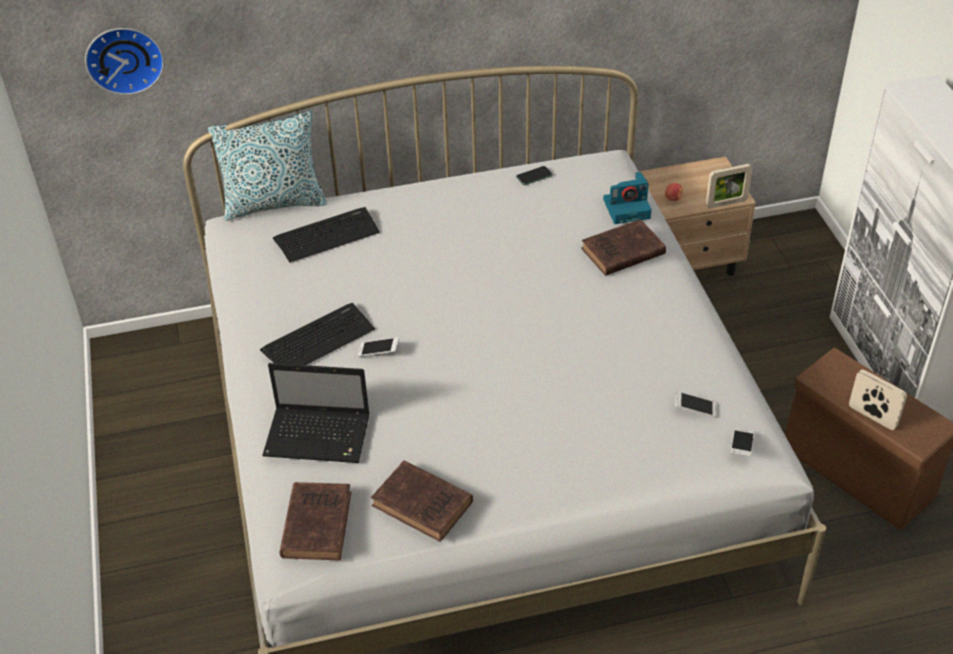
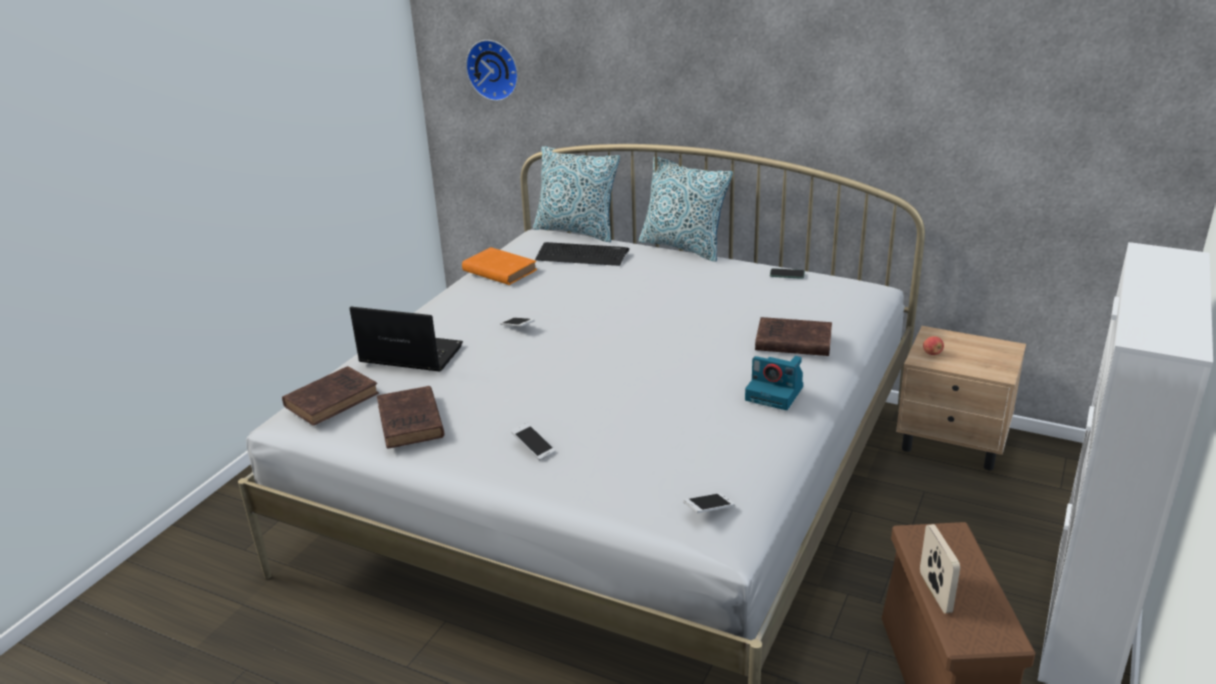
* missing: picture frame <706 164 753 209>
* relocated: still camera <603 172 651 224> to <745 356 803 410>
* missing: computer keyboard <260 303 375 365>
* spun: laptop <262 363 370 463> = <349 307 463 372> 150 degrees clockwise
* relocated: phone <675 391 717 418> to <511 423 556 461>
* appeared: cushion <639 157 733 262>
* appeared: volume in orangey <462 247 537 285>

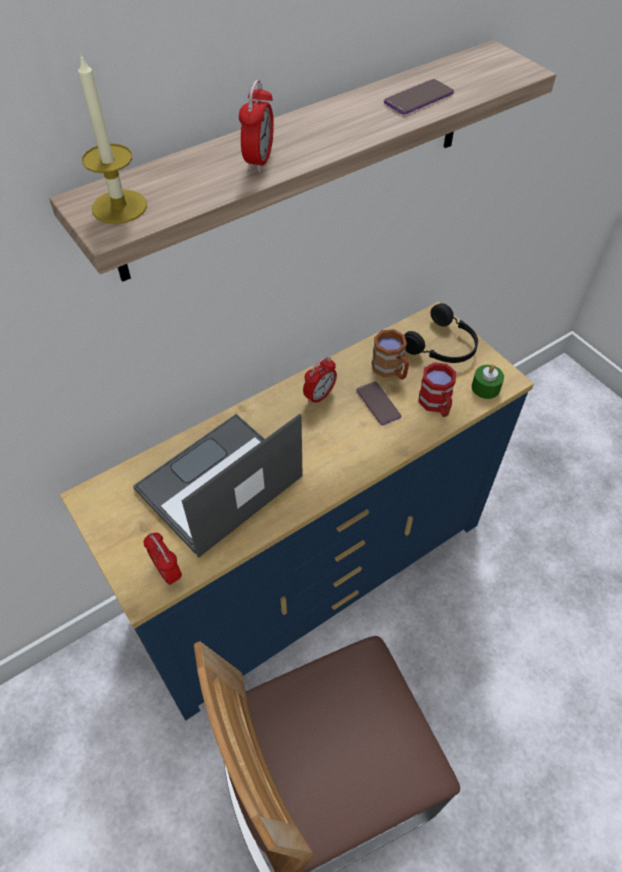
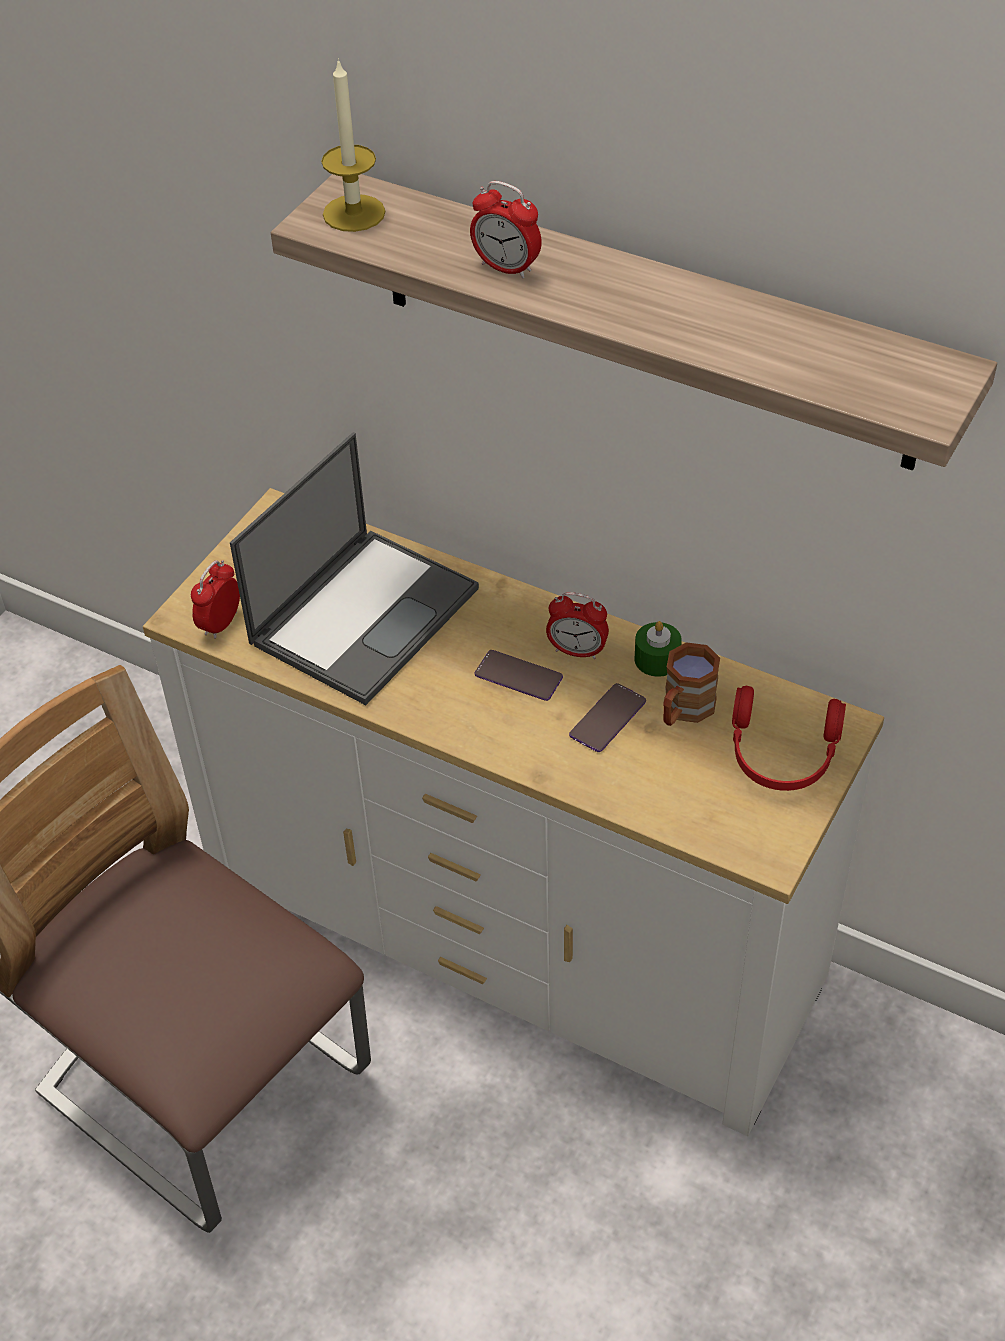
* relocated: phone <384 79 454 115> to <475 650 563 701>
* spun: table clock <239 80 274 172> = <470 181 542 278> 45 degrees clockwise
* colour: chest of drawers in blue-coloured <60 302 534 721> to chest of drawers in white-coloured <143 488 884 1136>
* colour: headset in black <404 303 478 363> to headset in red-coloured <732 686 846 791>
* missing: mug in red-coloured <418 362 456 417>
* relocated: candle in green <472 364 504 399> to <635 621 682 677>
* spun: laptop <133 414 303 557> = <230 432 479 705> 105 degrees clockwise

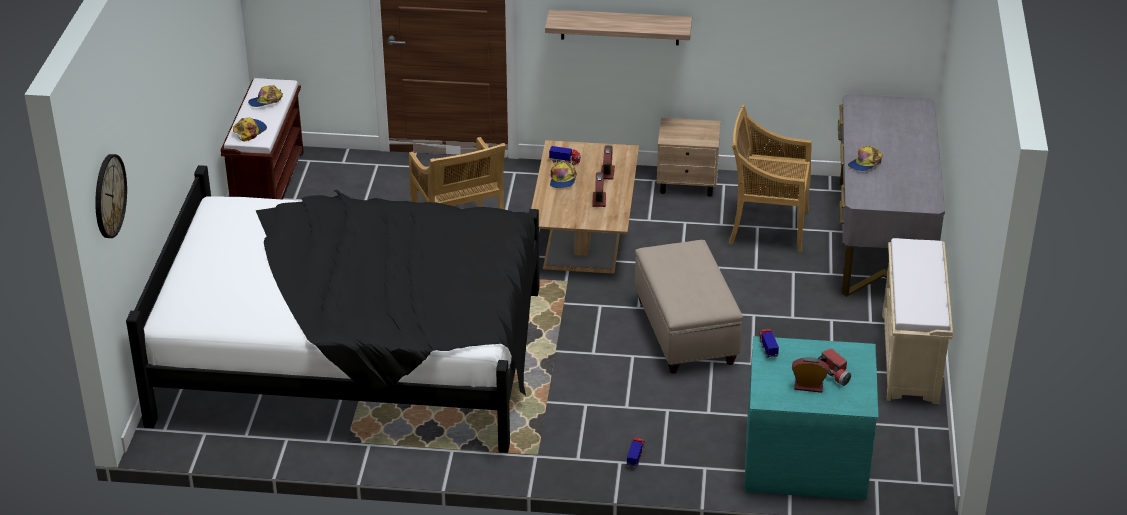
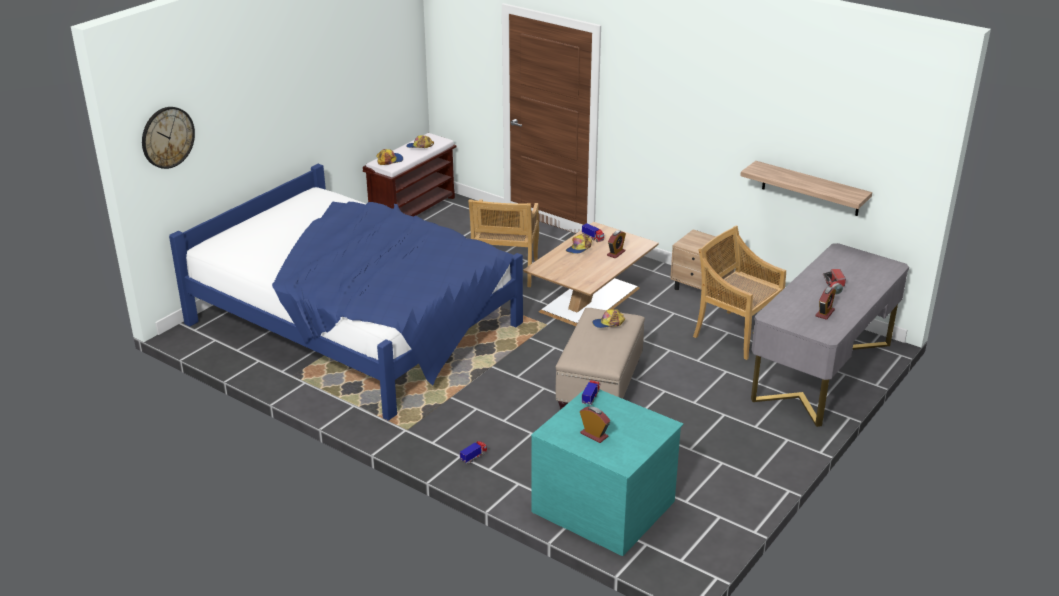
* relocated: shelf <545 9 692 45> to <740 161 872 216>
* relocated: peaked cap <848 146 883 171> to <592 309 625 328>
* colour: bedroom bed in black <126 165 539 453> to bedroom bed in blue-coloured <169 164 523 421>
* relocated: table clock <592 172 606 207> to <816 287 836 320>
* missing: long seat in beige-coloured <882 238 953 404>
* relocated: torch <818 349 851 386> to <823 269 846 295>

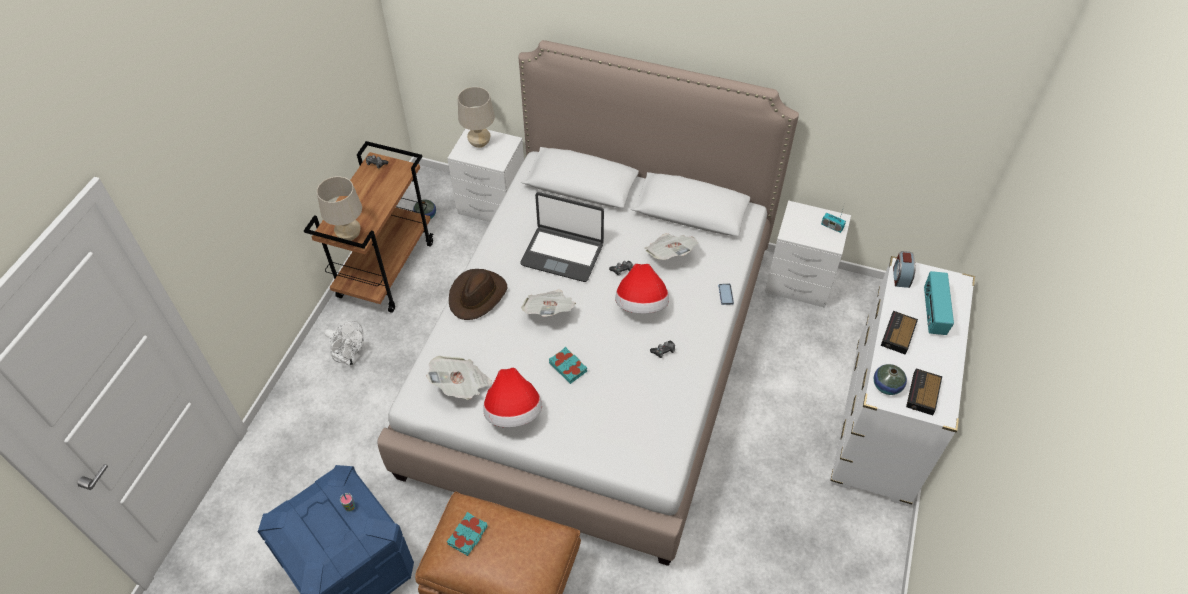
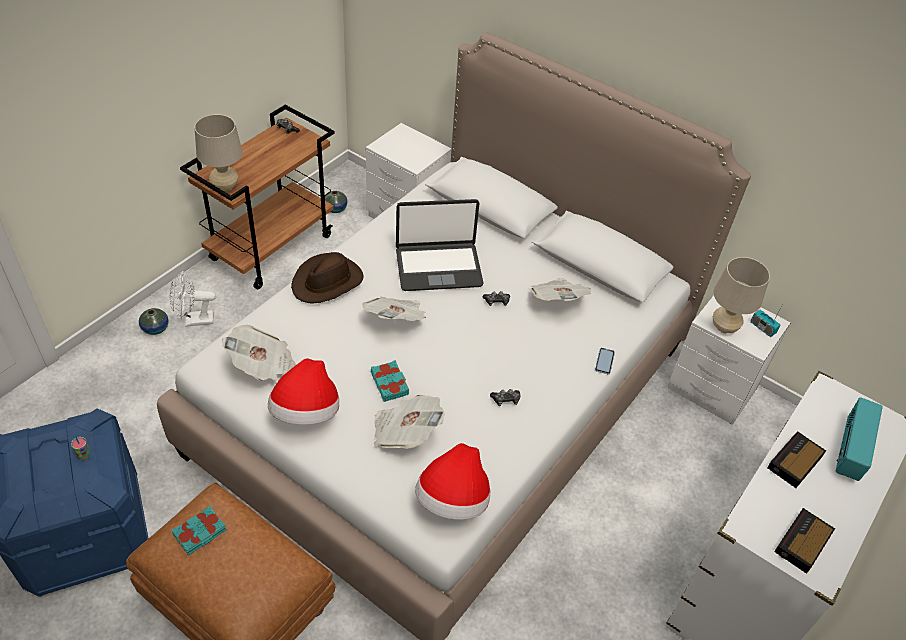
* relocated: lamp for a table in beige-coloured <458 87 495 148> to <713 257 770 333>
* spun: laptop <521 192 604 282> = <396 199 483 291> 45 degrees counterclockwise
* missing: table clock <893 251 915 288>
* relocated: hat <615 264 669 314> to <415 443 490 520>
* spun: cooling fan in white-coloured <325 320 364 367> = <170 271 216 327> 120 degrees clockwise
* relocated: vase <874 364 907 395> to <139 308 168 335>
* appeared: daily paper <374 395 445 449>

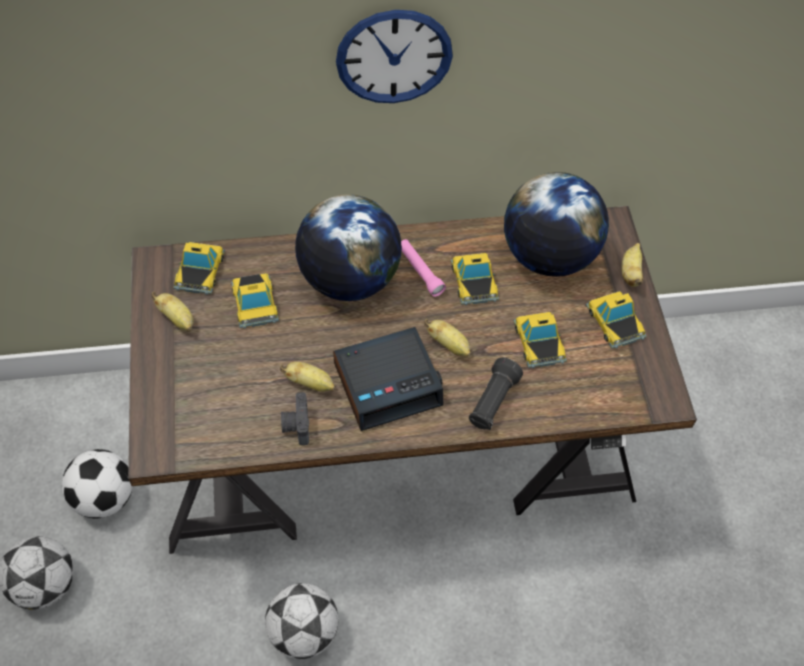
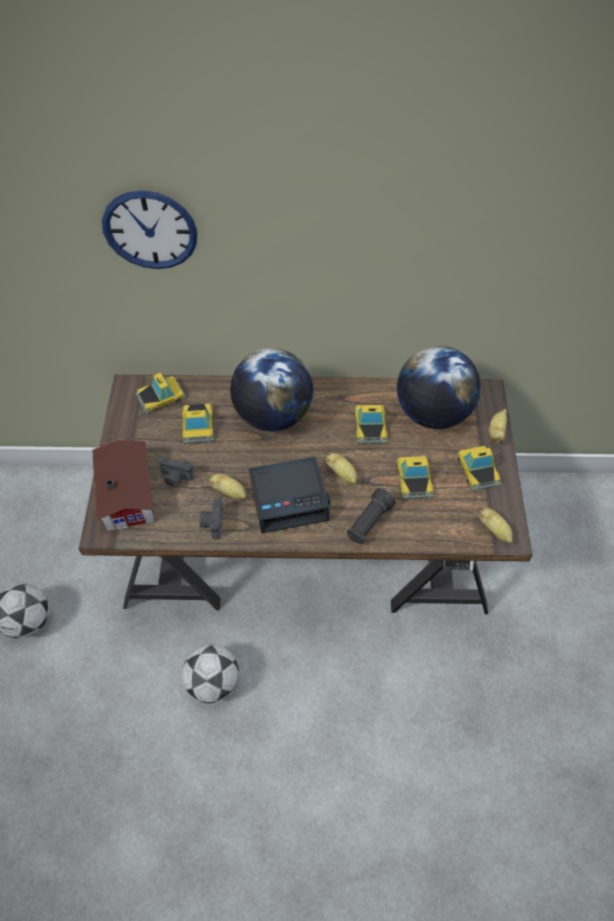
* relocated: hanging clock <336 10 453 103> to <102 190 197 269>
* missing: torch in pink <401 239 446 297>
* spun: toy car <173 242 225 295> = <136 373 186 414> 45 degrees clockwise
* relocated: banana fruit <151 291 194 331> to <477 506 513 544>
* missing: football <62 449 133 518>
* appeared: toy house <92 440 154 531>
* appeared: still camera <159 456 194 487>

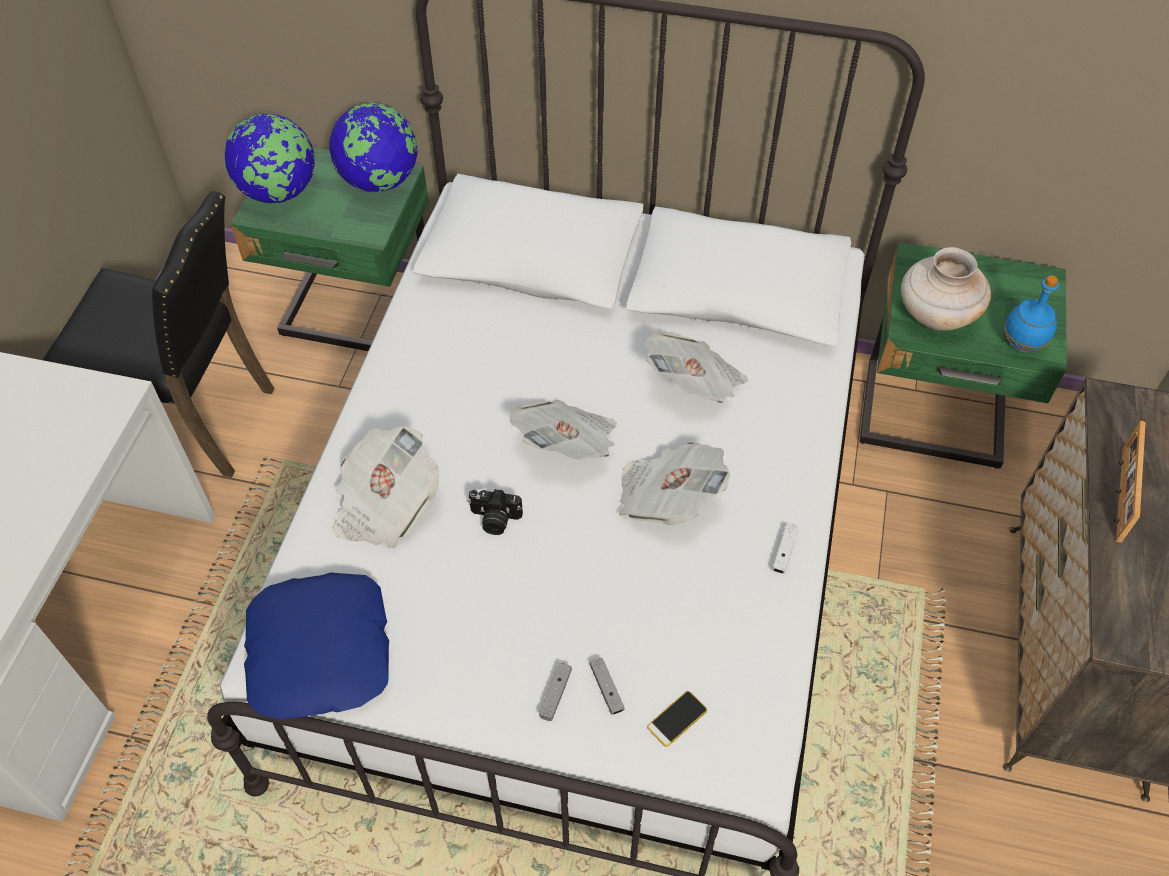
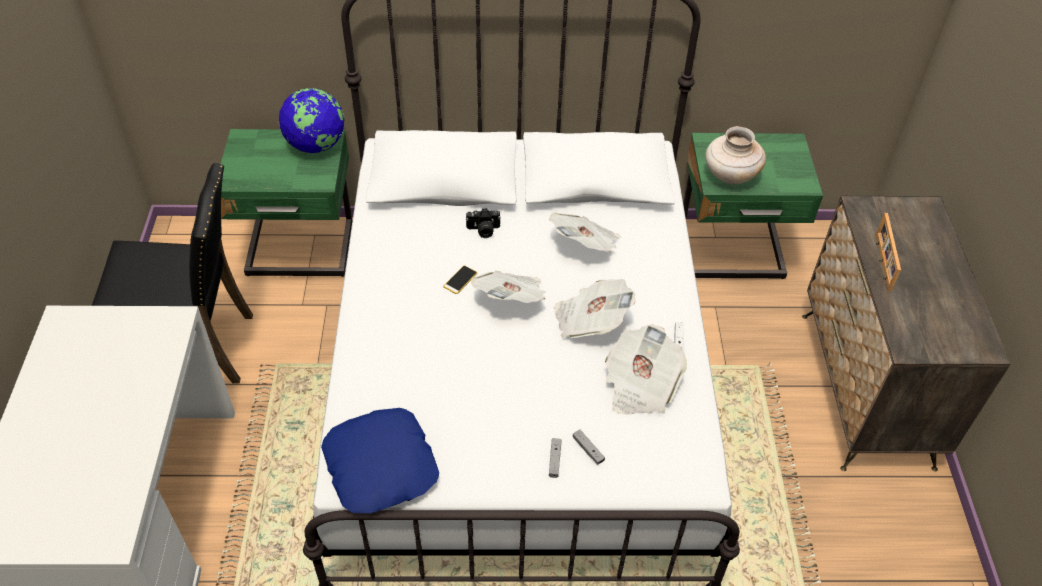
* missing: globe <224 114 315 203>
* missing: bottle in blue-coloured <1004 275 1059 352>
* relocated: daily paper <333 426 439 548> to <605 324 687 415>
* relocated: still camera <468 488 523 535> to <466 208 501 238>
* relocated: phone <647 691 707 747> to <444 266 477 294>

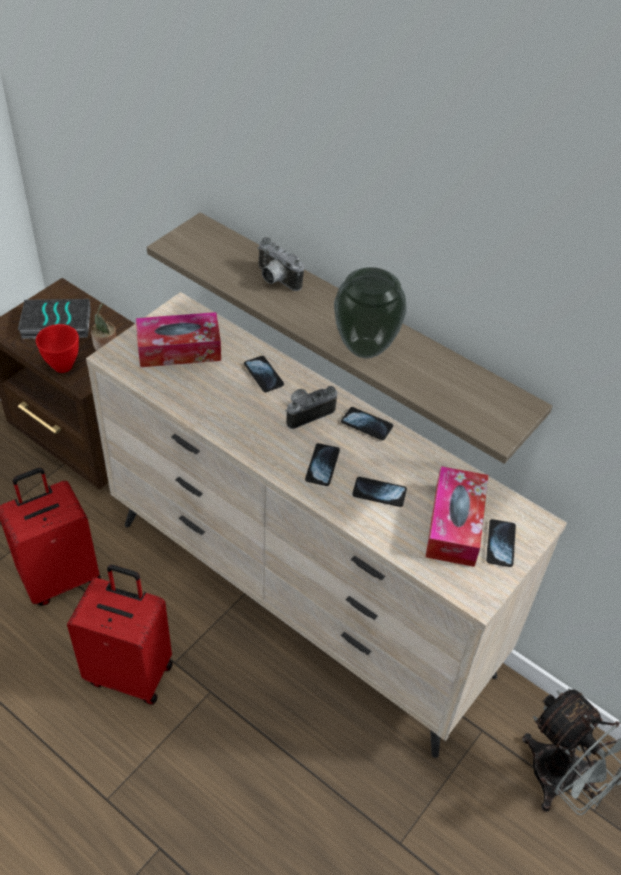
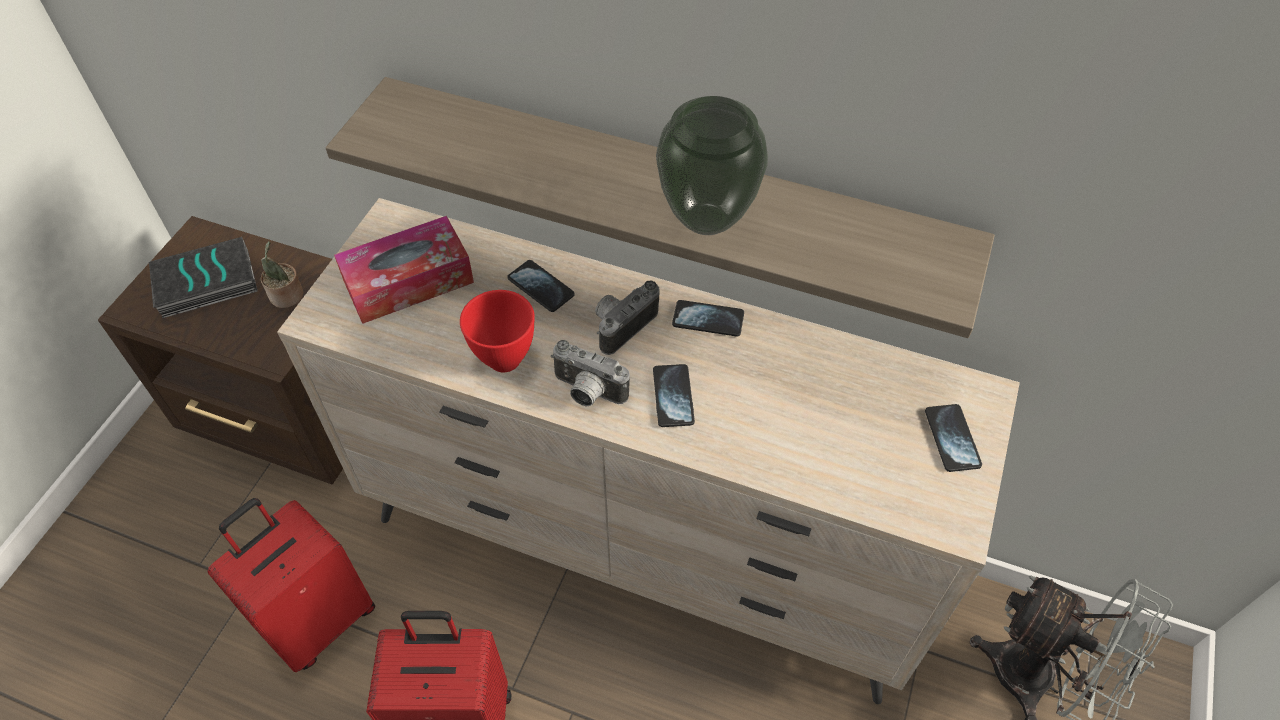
* relocated: still camera <257 237 304 291> to <551 340 630 407>
* relocated: bowl in red-coloured <36 324 79 373> to <460 290 535 372>
* missing: tissue box <426 466 488 567>
* missing: phone <352 477 407 507>

